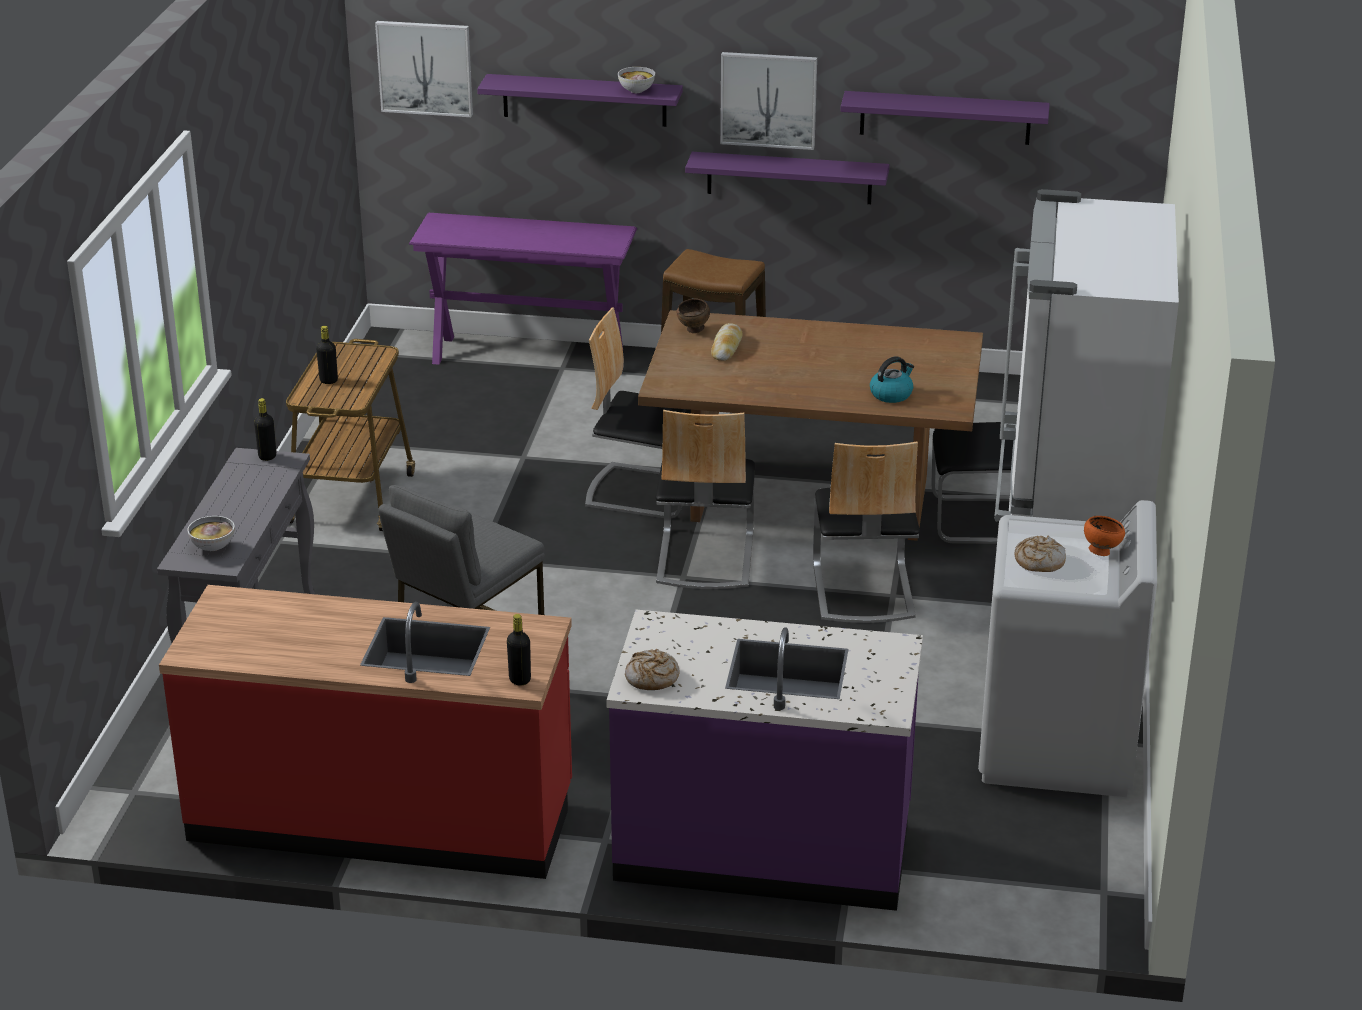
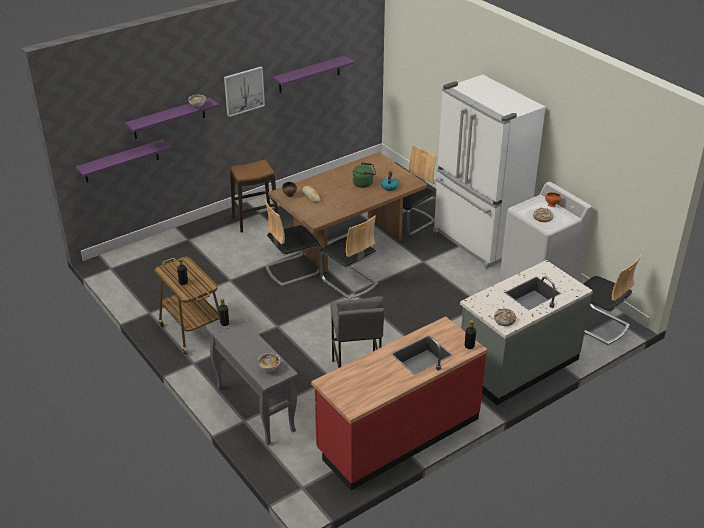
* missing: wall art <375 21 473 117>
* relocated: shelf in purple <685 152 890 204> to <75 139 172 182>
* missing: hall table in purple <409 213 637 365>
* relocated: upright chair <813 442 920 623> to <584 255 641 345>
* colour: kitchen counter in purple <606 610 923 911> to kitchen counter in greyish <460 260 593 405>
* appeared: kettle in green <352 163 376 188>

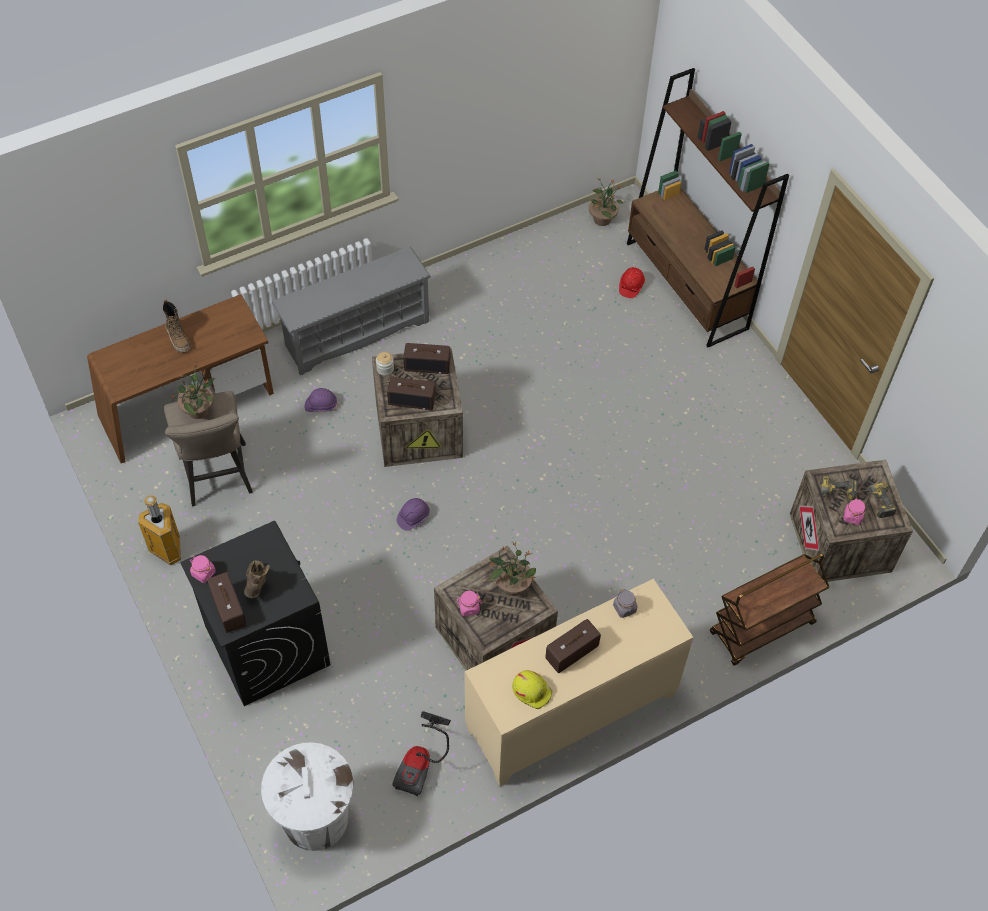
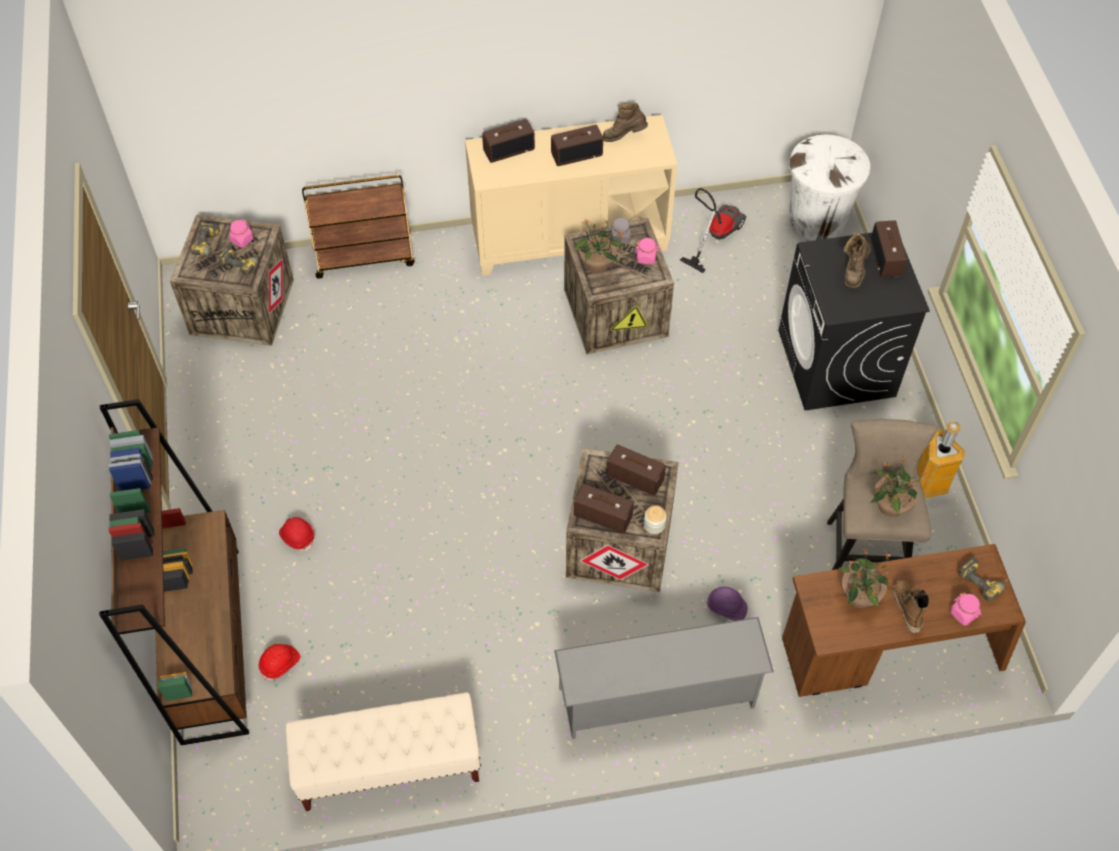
* relocated: plant in a pot <589 178 623 226> to <838 547 891 608>
* missing: hard hat in purple <397 498 430 531>
* relocated: jar in pink <190 555 216 583> to <950 593 981 625>
* relocated: jar in greyish <613 589 638 618> to <611 218 631 244>
* exchanged: hard hat in yellow-coloured <512 670 552 709> to tall boot in brown-coloured <603 103 648 142>
* appeared: radio <482 119 535 163>
* appeared: hard hat in red-coloured <279 517 314 551>
* appeared: electric drill <958 557 1009 602>
* appeared: long seat in beige-coloured <286 692 481 811>

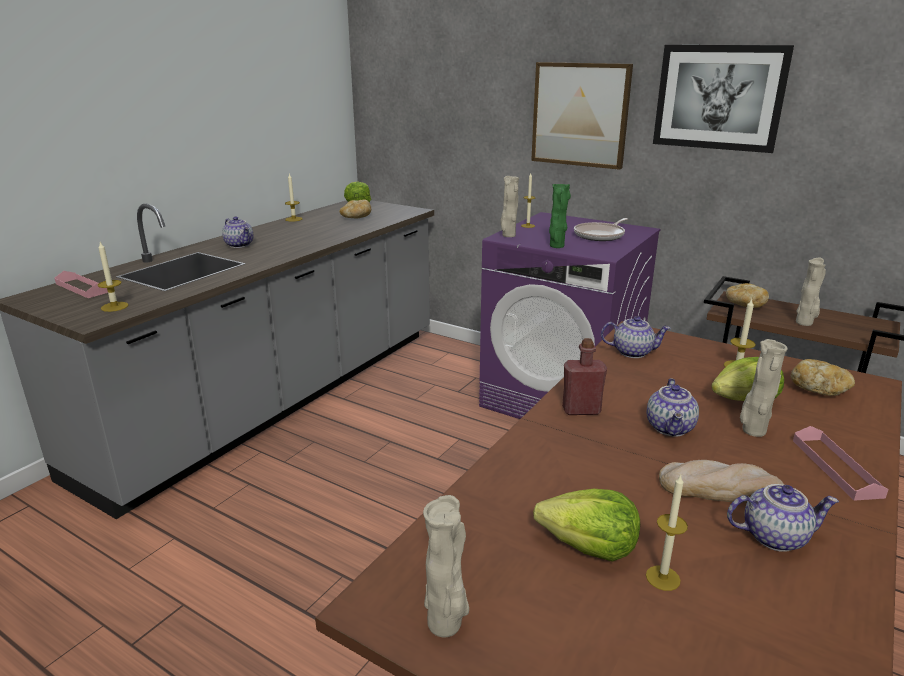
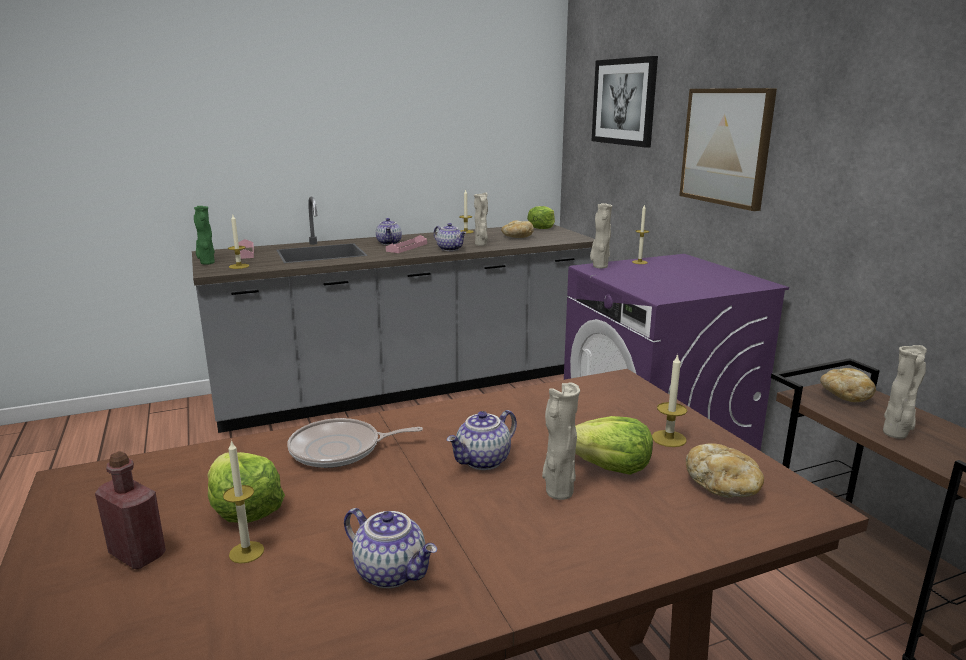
* relocated: wall art <653 45 794 153> to <592 56 658 148>
* relocated: vase in green <549 184 571 248> to <194 206 215 265>
* relocated: frying pan <574 218 628 241> to <288 418 423 468>
* relocated: teapot <601 316 671 358> to <434 223 466 251>
* relocated: bottle in red-coloured <562 338 607 415> to <95 451 166 569>
* relocated: tray in pink <793 426 889 501> to <386 235 427 253>
* missing: bakery bread <659 460 785 504>
* relocated: vase in beige-coloured <423 495 469 637> to <474 192 488 246>

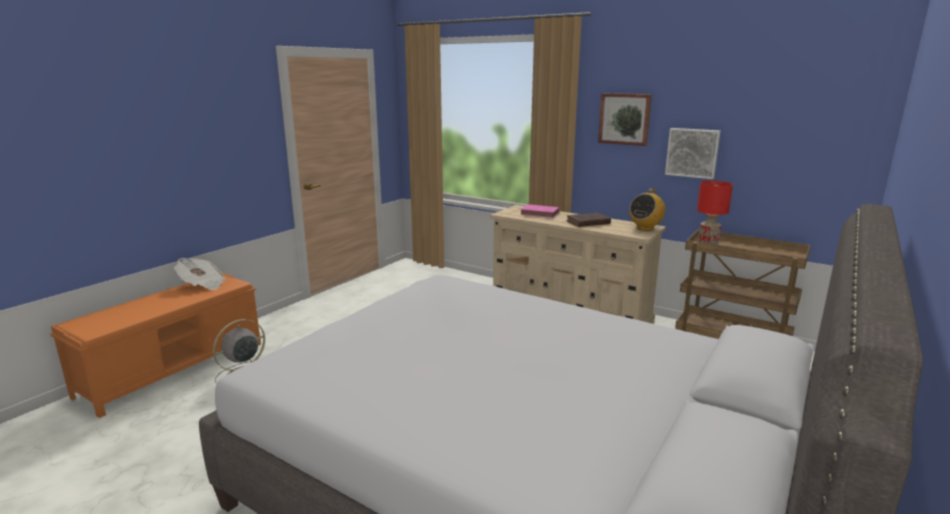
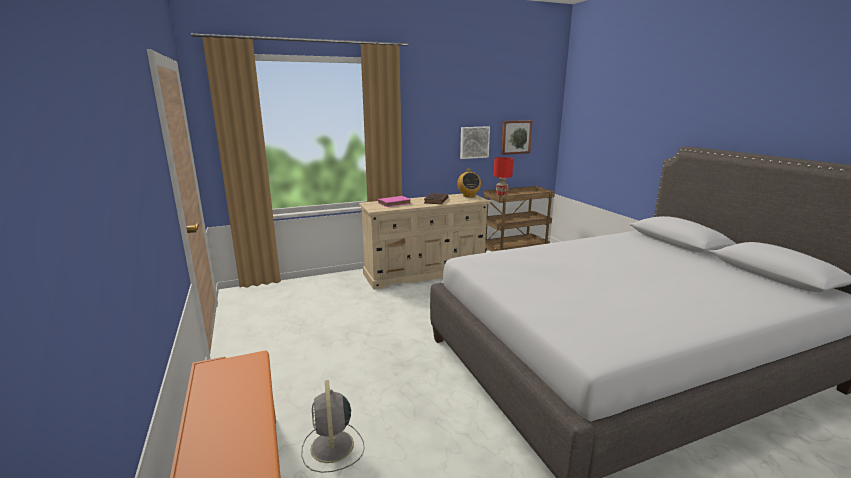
* relocated: wall art <598 93 652 146> to <501 120 533 155>
* missing: daily paper <174 258 226 290>

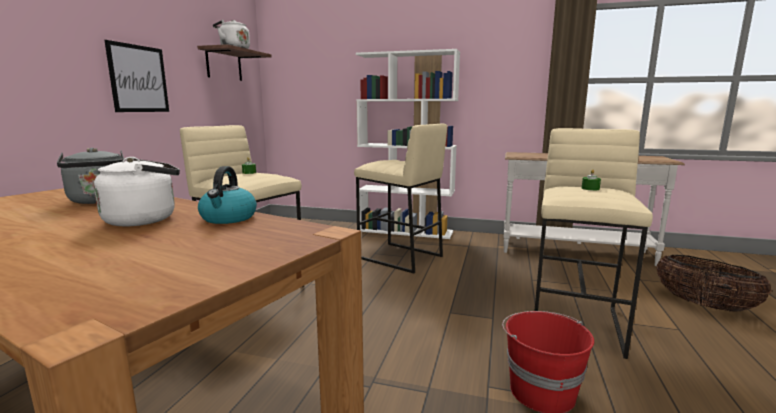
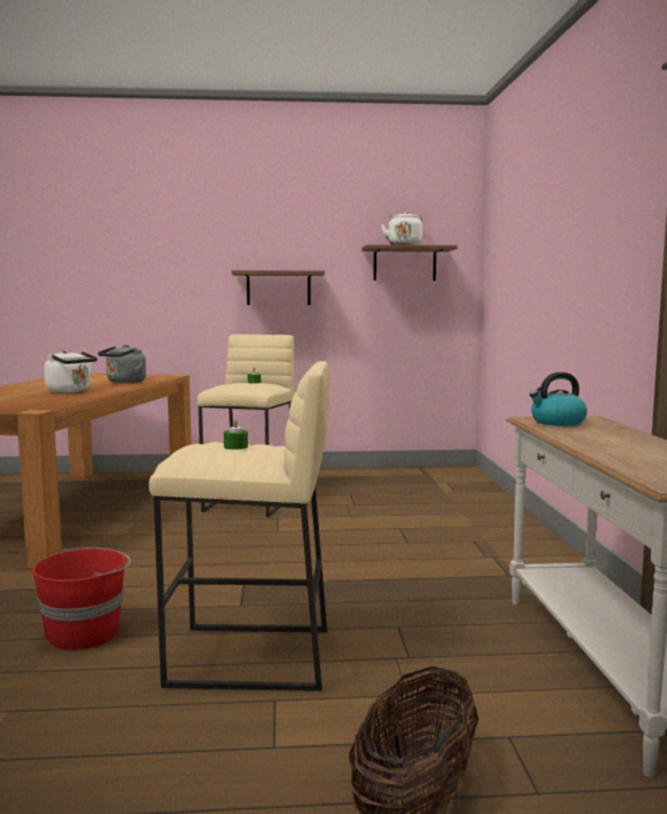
* exchanged: wall art <104 40 169 112> to shelf <232 270 325 305>
* missing: bookcase in white-coloured <356 49 460 239>
* missing: sitting stool in beige-coloured <354 124 447 273>
* relocated: kettle <198 166 257 224> to <529 372 587 426>

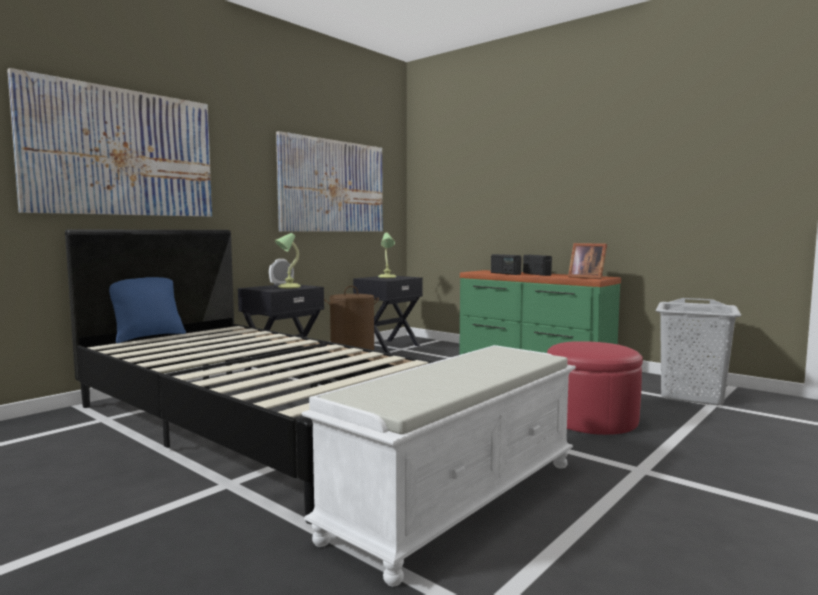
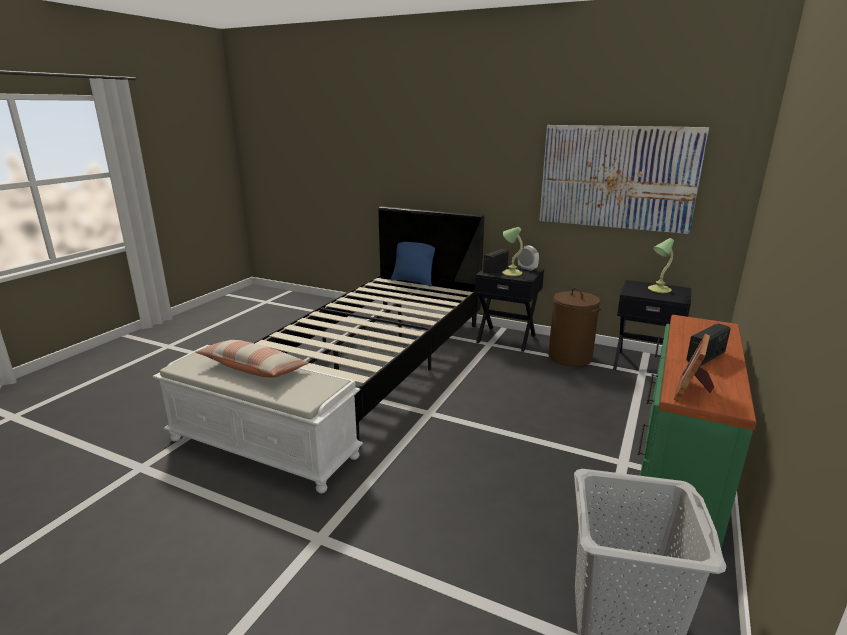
* missing: wall art <7 68 212 217>
* relocated: radio <491 254 522 275> to <483 249 509 273>
* missing: pouffe in red-coloured <547 341 643 435>
* appeared: cushion <195 340 309 378>

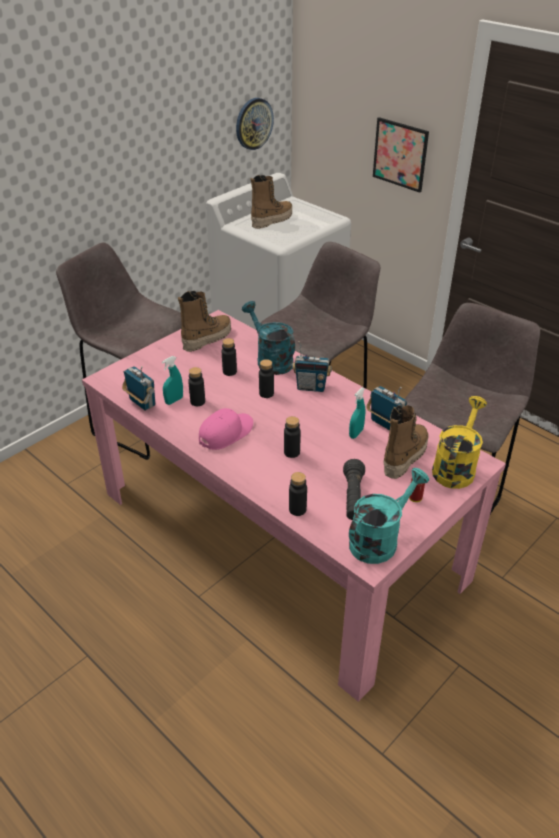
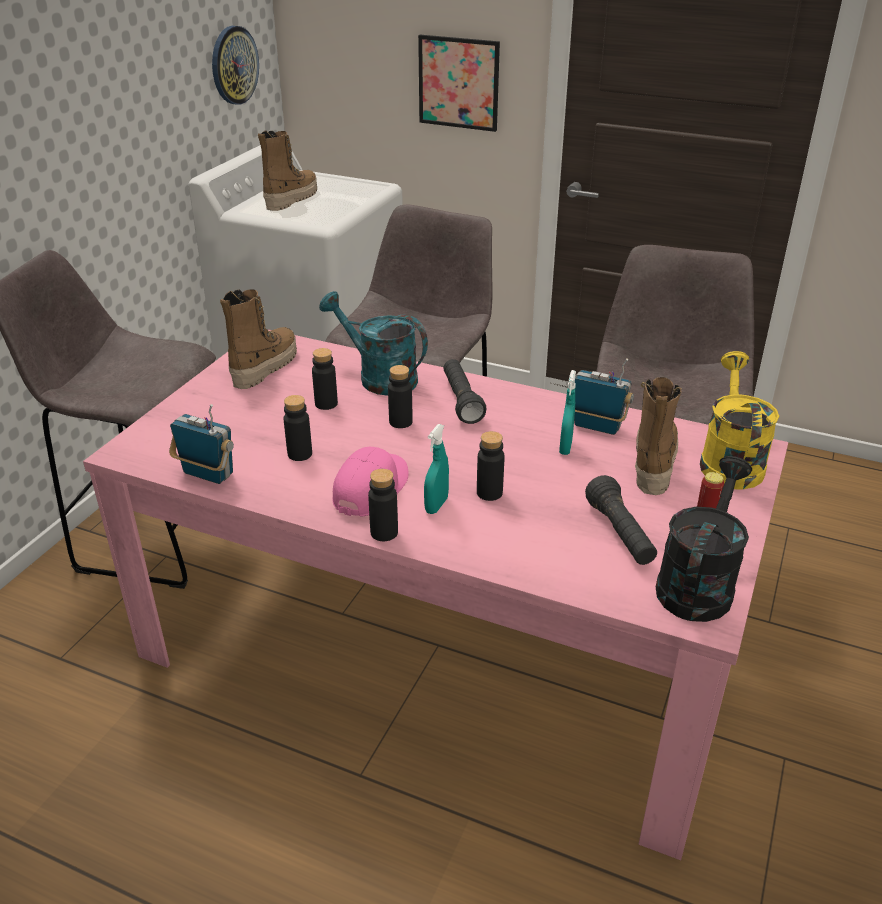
* exchanged: radio <292 341 332 392> to torch in black <443 359 487 424>
* relocated: spray bottle in blue-green <162 356 183 405> to <424 424 449 514>
* colour: watering pot in blue-green <349 468 429 564> to watering pot in black <656 456 752 622>
* relocated: bottle in black <289 472 307 516> to <368 469 398 541>

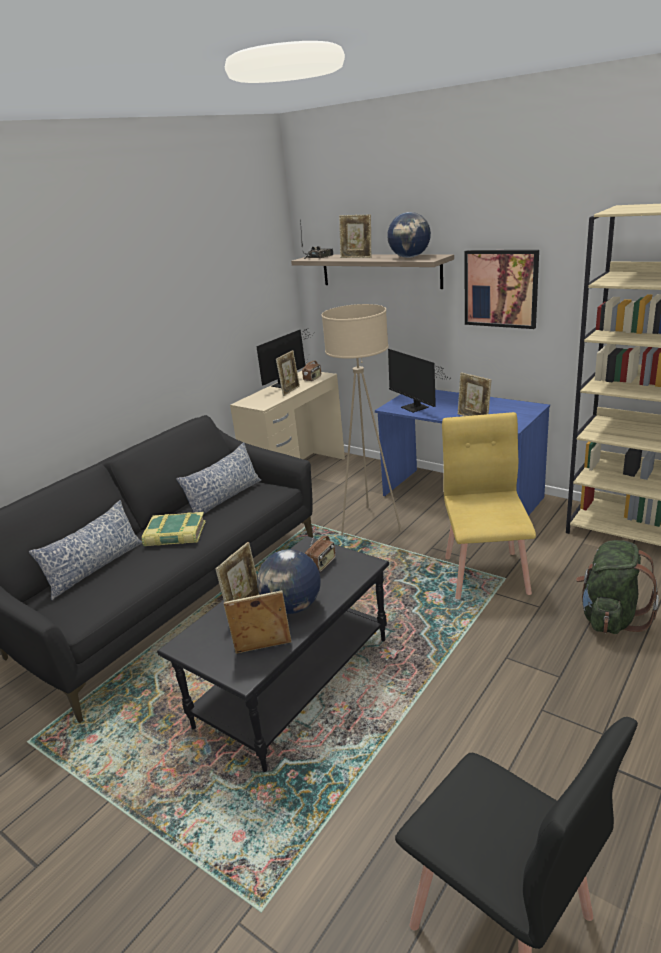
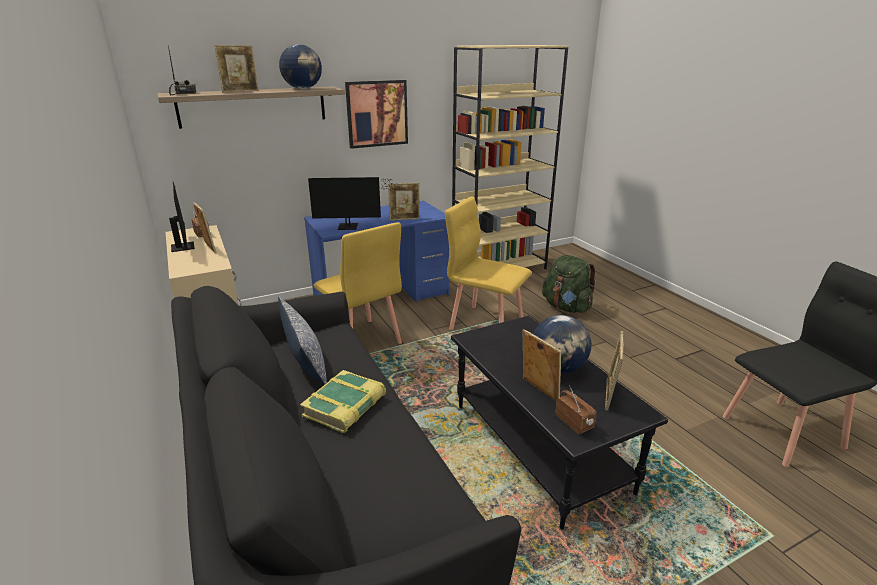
* exchanged: floor lamp in beige-coloured <321 304 401 535> to upright chair in yellow-coloured <313 222 402 344>
* missing: cushion <29 500 142 600>
* relocated: radio <305 530 336 572> to <556 385 596 434>

